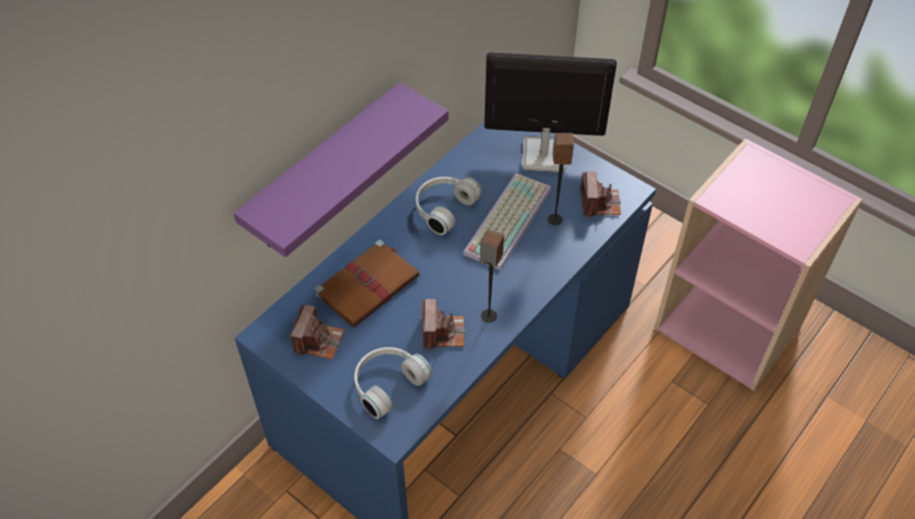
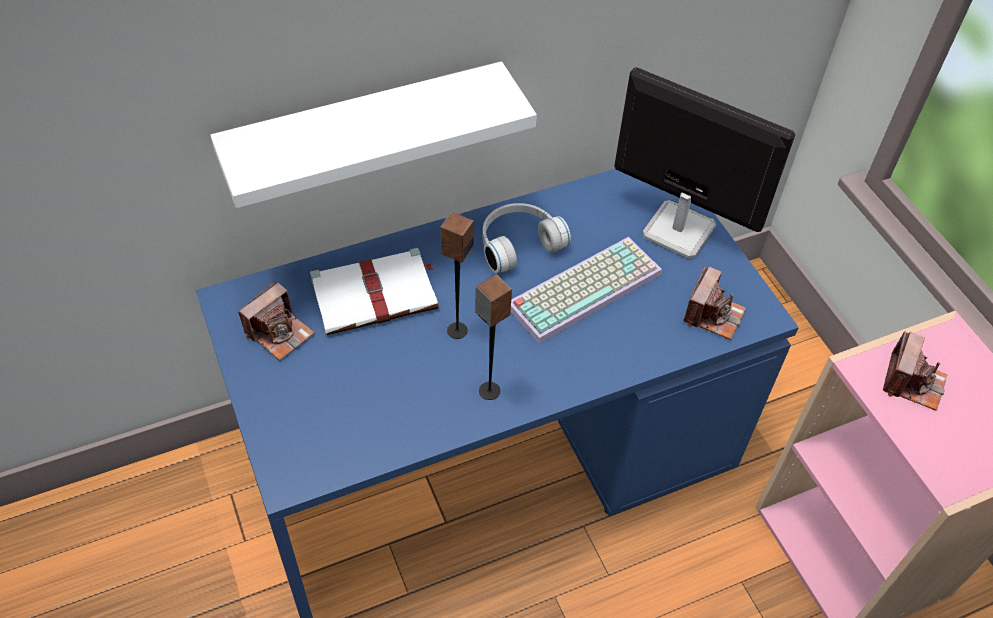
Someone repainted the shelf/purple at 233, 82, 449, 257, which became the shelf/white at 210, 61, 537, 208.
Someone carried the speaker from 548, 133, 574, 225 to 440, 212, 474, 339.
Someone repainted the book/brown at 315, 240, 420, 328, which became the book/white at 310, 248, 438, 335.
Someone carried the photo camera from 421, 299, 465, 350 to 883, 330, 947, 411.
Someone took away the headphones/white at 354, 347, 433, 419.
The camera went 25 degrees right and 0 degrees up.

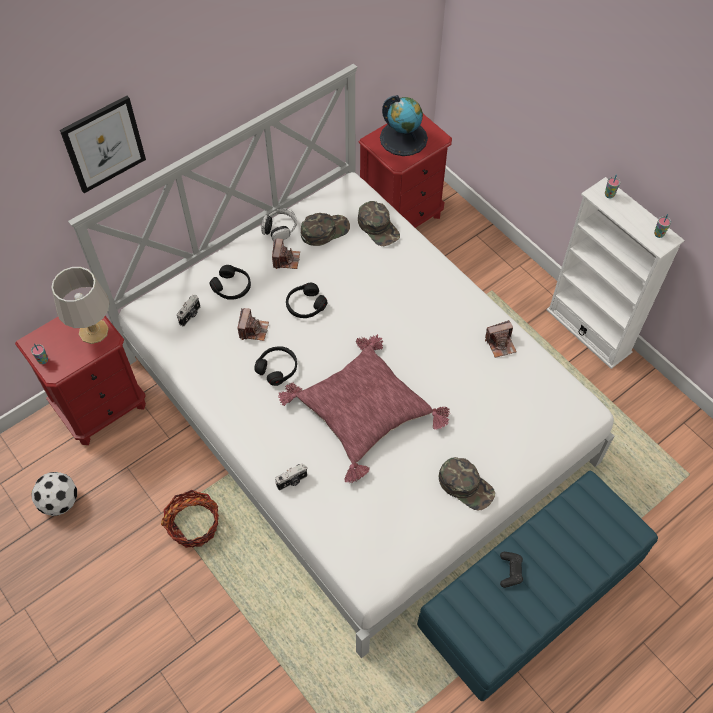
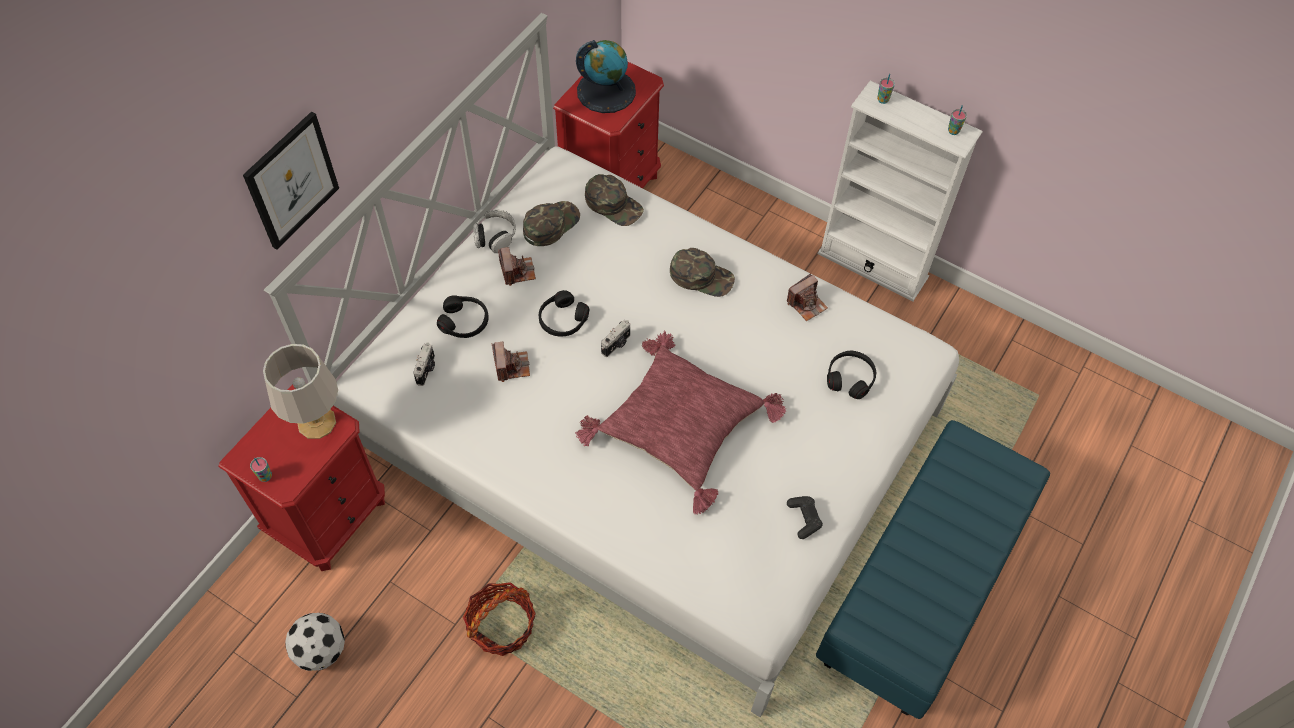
Someone carried the headphones/black from 254, 346, 297, 386 to 827, 351, 876, 399.
Someone carried the cap/green from 439, 457, 495, 510 to 670, 248, 735, 297.
Someone carried the photo camera from 275, 463, 307, 490 to 601, 320, 630, 357.
Someone carried the game controller/black from 500, 552, 523, 588 to 787, 496, 823, 539.
The camera went 20 degrees left and 0 degrees up.

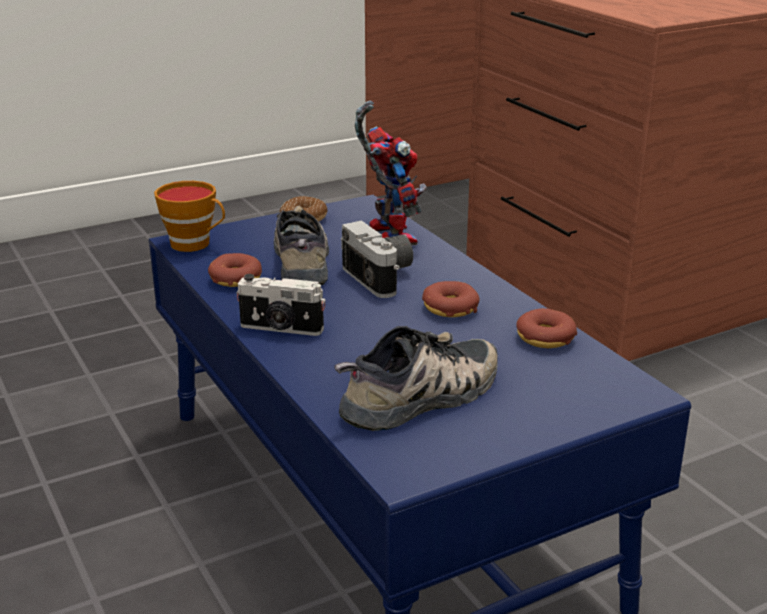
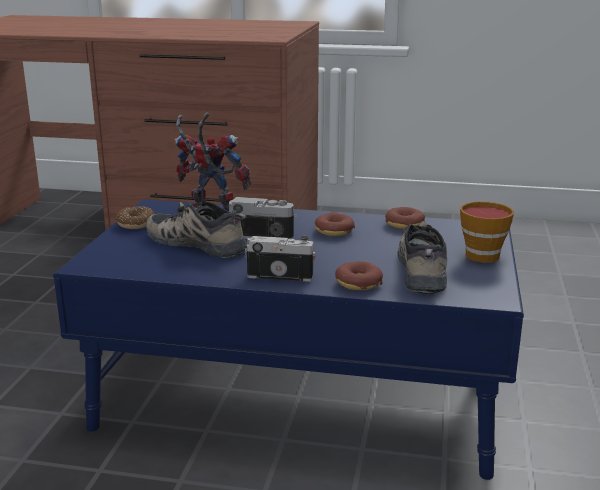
Someone carried the cup from 154, 181, 225, 252 to 460, 201, 514, 263.
Someone carried the donut from 208, 253, 262, 287 to 335, 261, 383, 290.
Someone rotated the photo camera at 236, 274, 326, 336 by 135 degrees counterclockwise.
The camera went 50 degrees left and 5 degrees down.

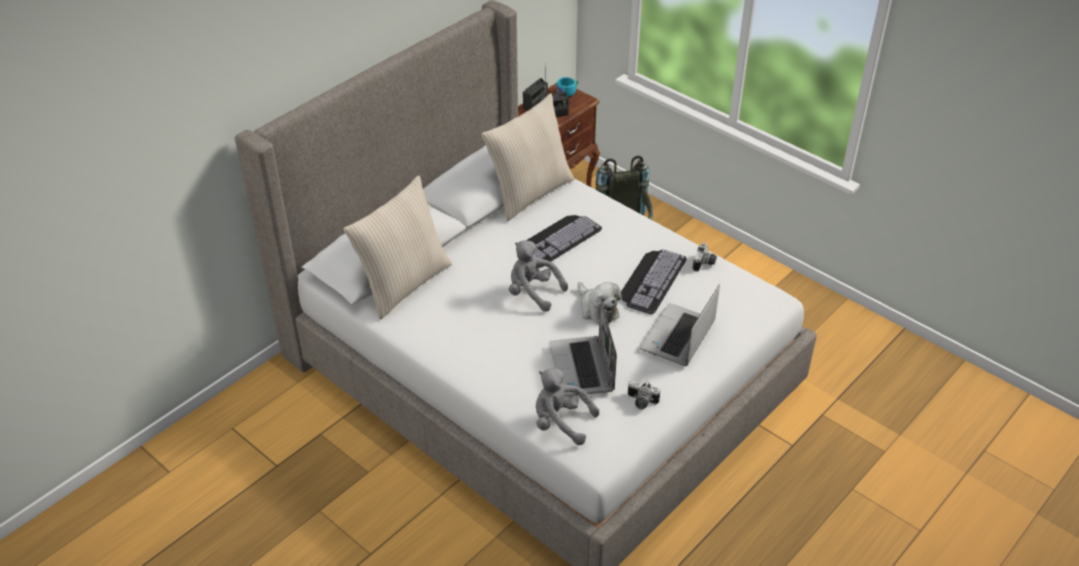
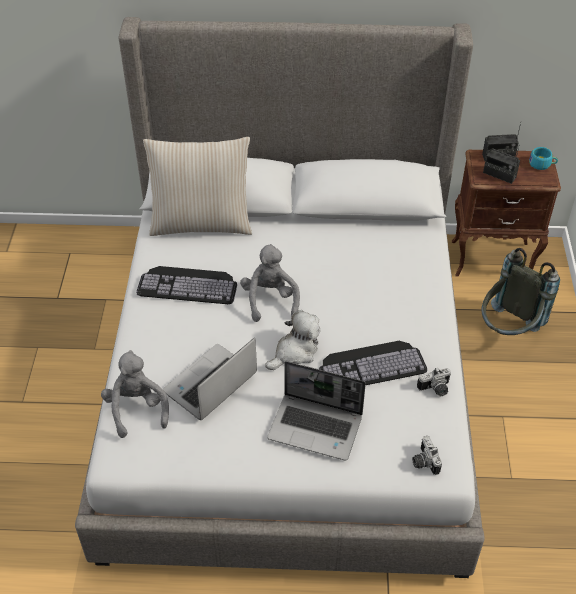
Someone took away the pillow/beige at 481, 94, 574, 221.
Someone carried the keyboard from 527, 215, 602, 268 to 136, 266, 237, 304.
Someone rotated the plush toy at 577, 282, 622, 324 by 150 degrees counterclockwise.
Someone rotated the laptop at 640, 284, 720, 366 by 150 degrees counterclockwise.
Someone carried the photo camera from 628, 380, 660, 409 to 412, 436, 442, 475.
The camera went 50 degrees right and 5 degrees up.

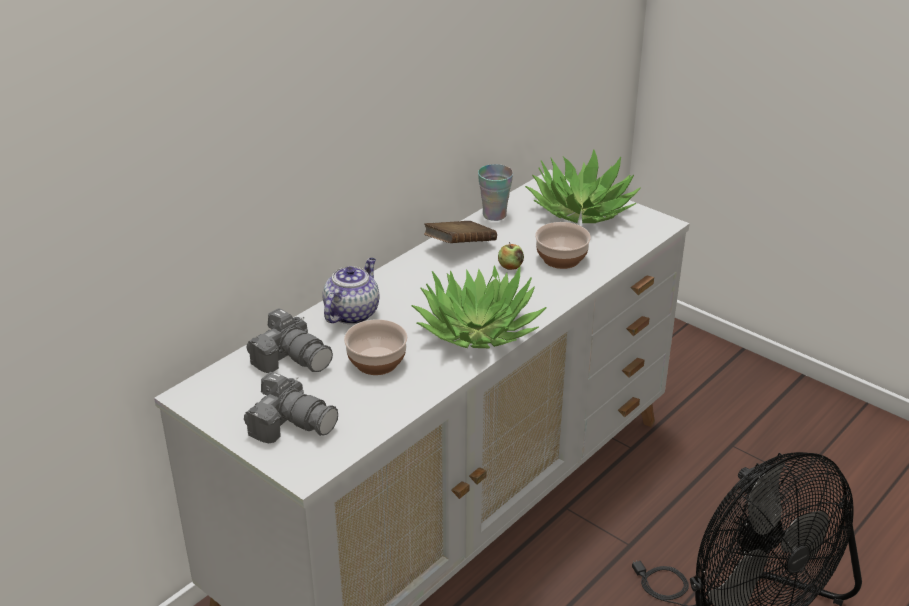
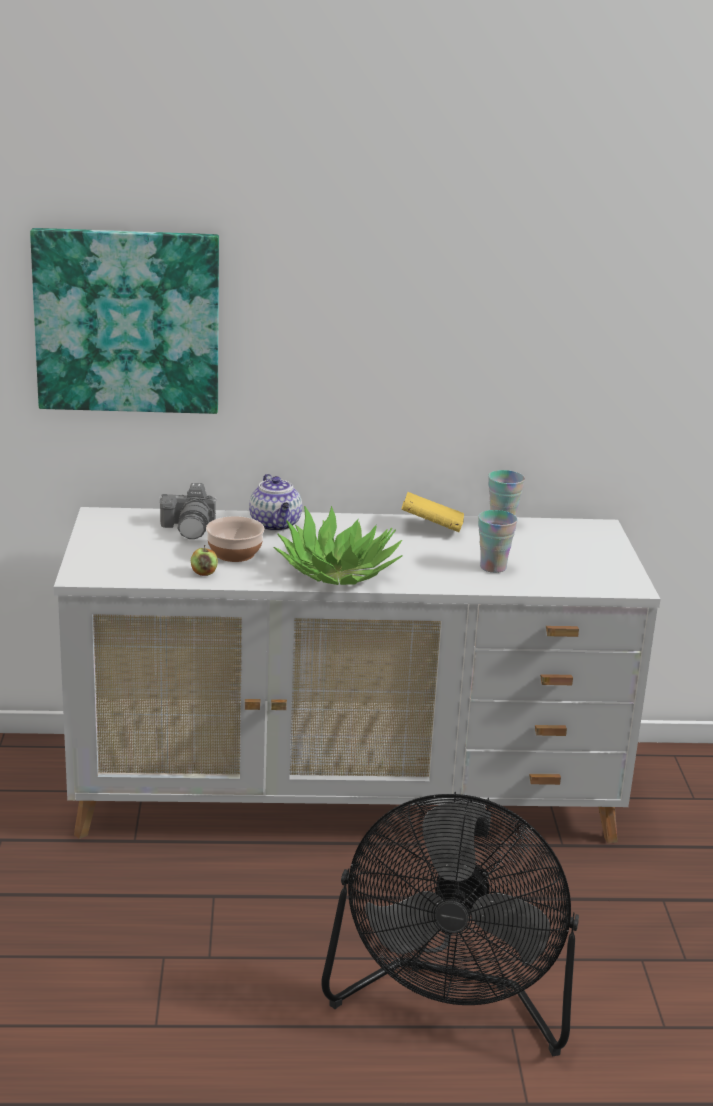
Someone took away the potted plant at 525, 149, 641, 223.
Someone repainted the book/brown at 424, 221, 497, 243, which became the book/yellow at 401, 492, 464, 532.
Someone swapped the bowl at 535, 222, 591, 269 for the cup at 478, 510, 518, 573.
Someone carried the apple from 498, 242, 524, 270 to 191, 545, 218, 576.
Someone rotated the teapot at 322, 258, 380, 324 by 90 degrees clockwise.
Someone took away the photo camera at 244, 372, 338, 443.
Someone put up the picture at 30, 228, 219, 414.
The camera went 45 degrees right and 10 degrees down.

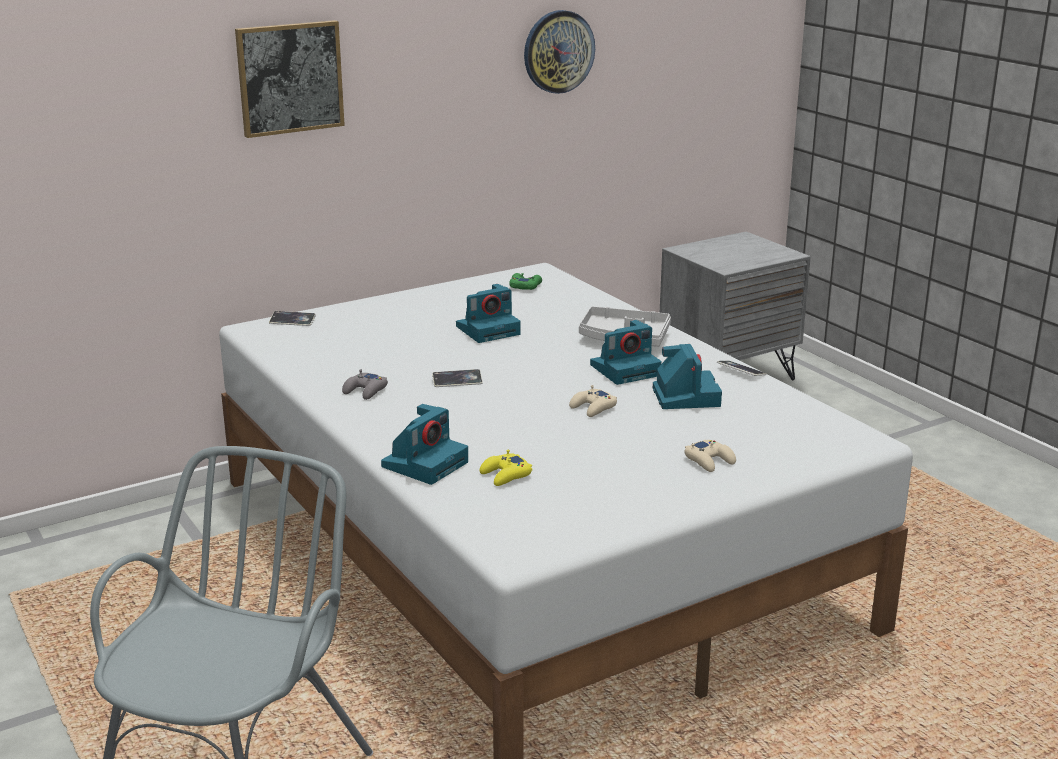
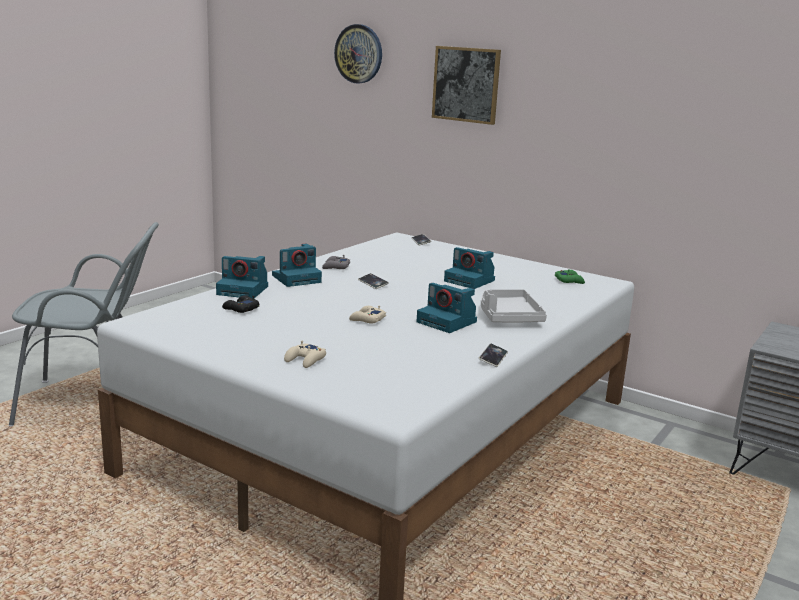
Someone carried the wall clock from 524, 10, 595, 94 to 334, 24, 382, 84.
Someone carried the photo camera from 653, 344, 722, 409 to 272, 244, 322, 287.
Someone repainted the game controller/yellow at 480, 450, 532, 486, which became the game controller/black at 222, 295, 259, 313.
The camera went 65 degrees right and 5 degrees down.

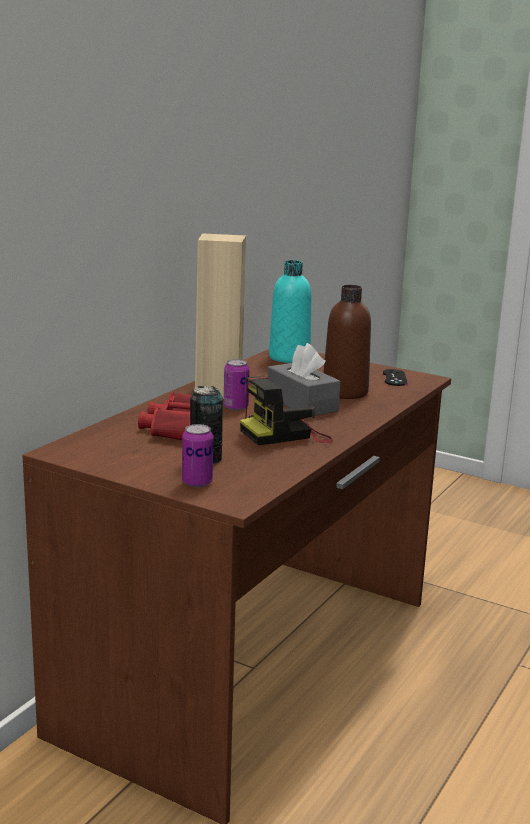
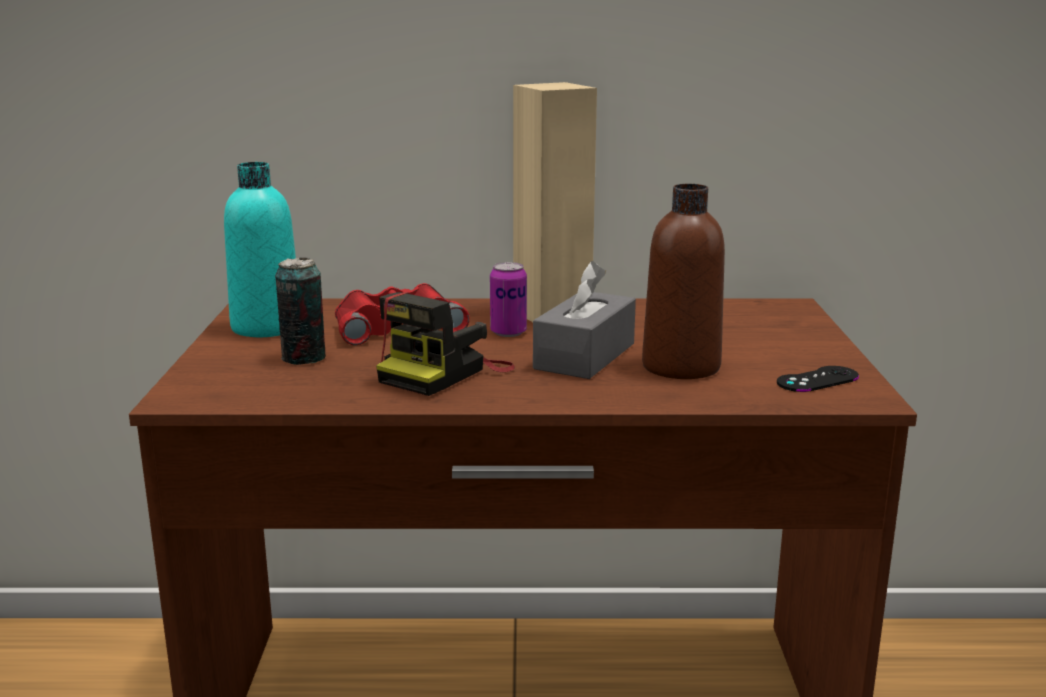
Someone carried the bottle/turquoise from 269, 260, 311, 363 to 224, 162, 296, 337.
Someone rotated the photo camera at 240, 376, 333, 445 by 90 degrees counterclockwise.
Someone took away the can at 182, 424, 213, 487.
The camera went 60 degrees right and 0 degrees up.

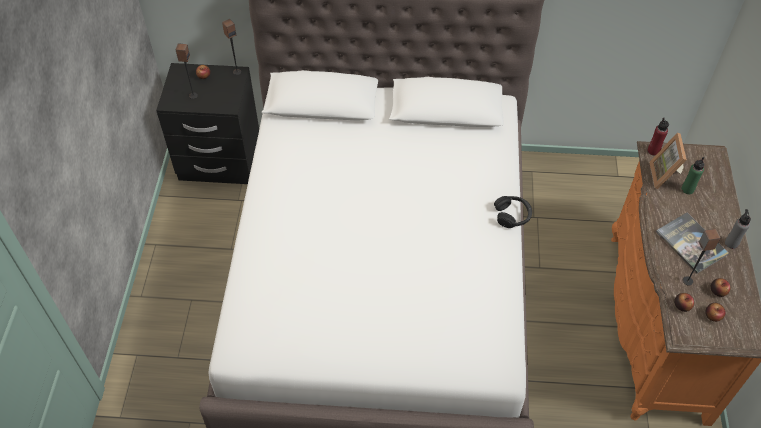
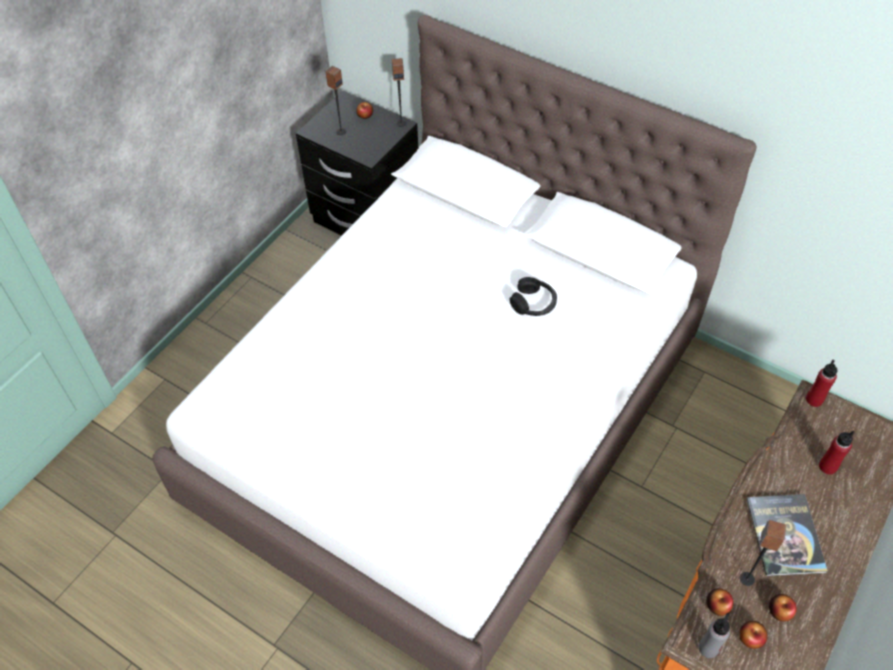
Someone took away the picture frame at 649, 133, 687, 189.
Someone repainted the bottle/green at 682, 157, 704, 194, which became the bottle/red at 819, 431, 854, 475.
Someone carried the headphones/black from 494, 196, 532, 228 to 509, 277, 557, 316.
Someone carried the bottle/grey from 725, 209, 751, 249 to 699, 613, 730, 658.
The camera went 30 degrees right and 0 degrees up.

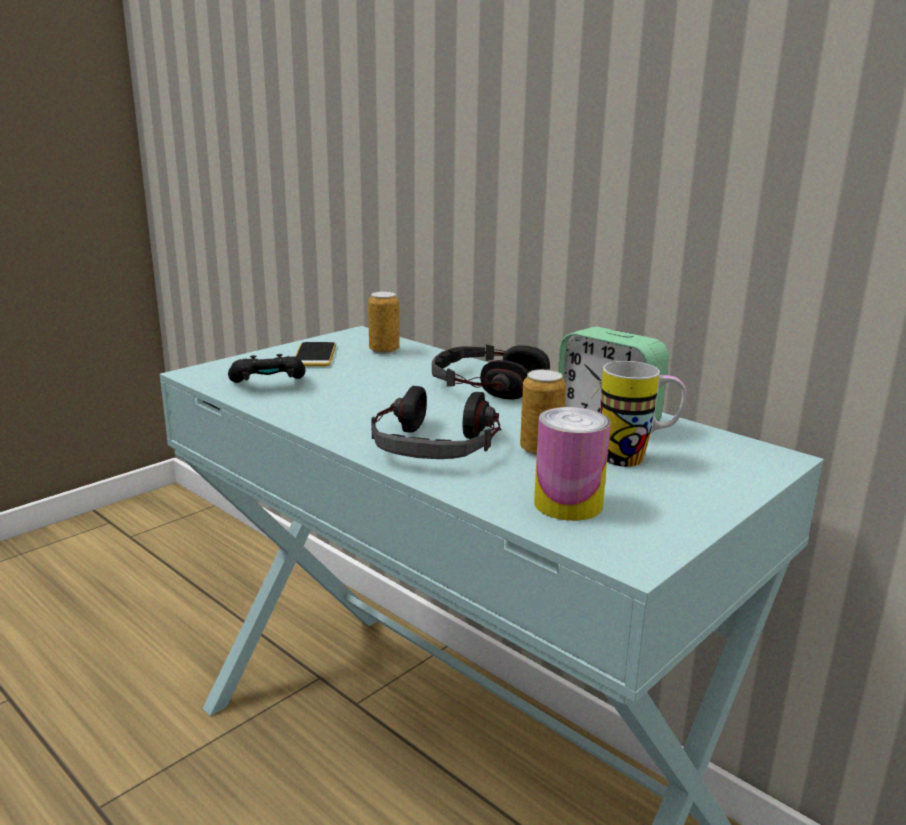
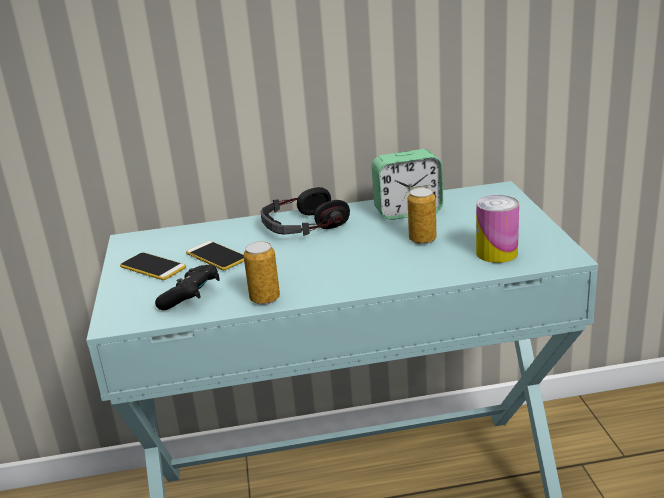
Someone carried the can from 368, 291, 400, 354 to 243, 241, 280, 305.
Someone took away the mug at 600, 361, 686, 467.
Someone took away the headphones at 371, 386, 502, 459.
Someone put down the phone at 186, 241, 244, 270.
The camera went 50 degrees left and 5 degrees up.

